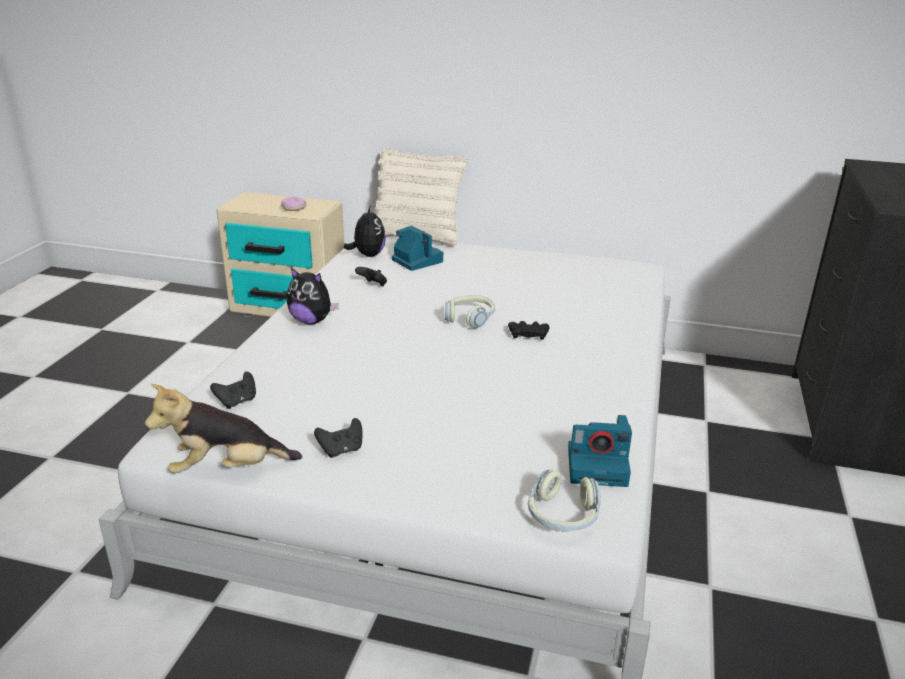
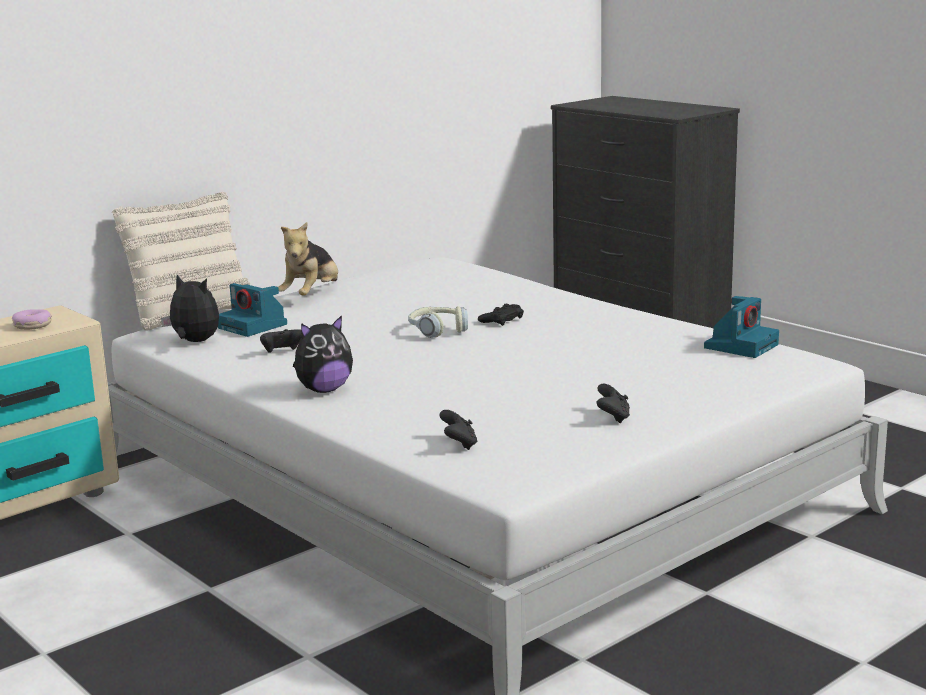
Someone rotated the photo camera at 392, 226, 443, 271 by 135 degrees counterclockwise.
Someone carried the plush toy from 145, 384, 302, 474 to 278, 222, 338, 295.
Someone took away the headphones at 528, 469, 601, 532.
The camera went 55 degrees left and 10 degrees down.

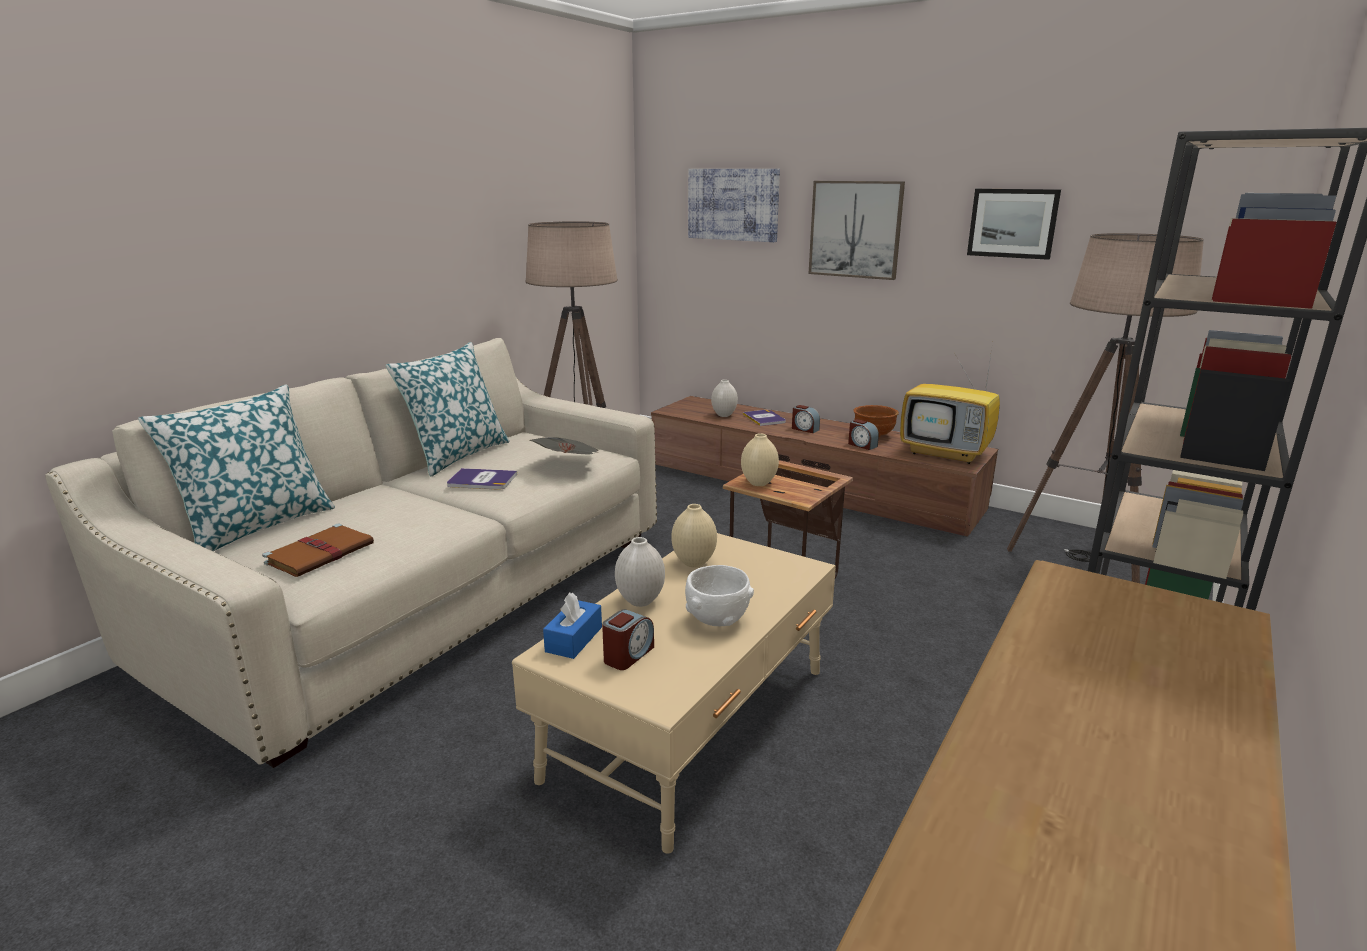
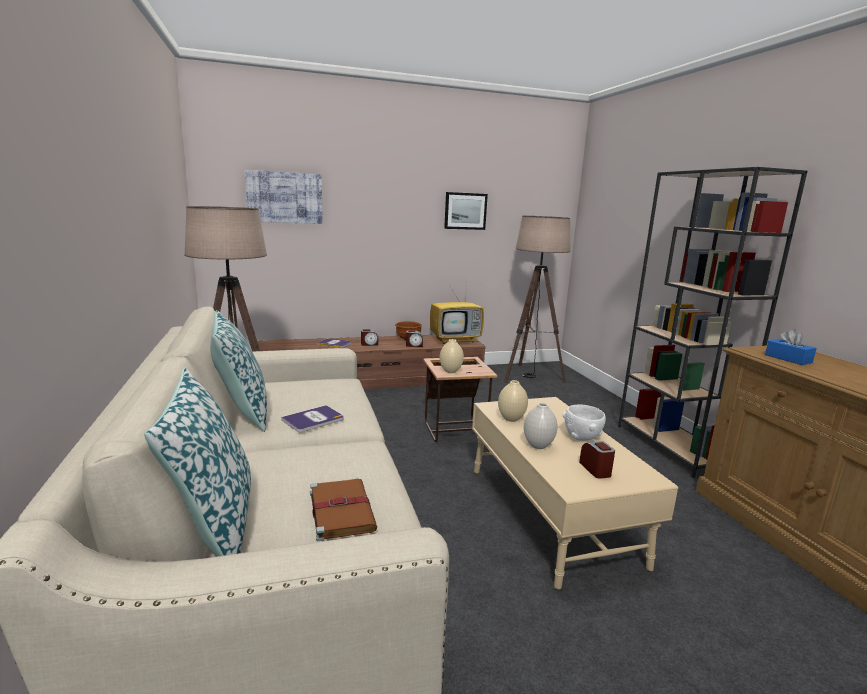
Someone took away the picture at 808, 181, 905, 280.
Someone took away the vase/white at 711, 380, 738, 417.
Someone took away the newspaper at 529, 437, 599, 455.
Someone carried the tissue box/blue from 543, 593, 602, 659 to 765, 329, 817, 365.
The camera went 50 degrees left and 5 degrees down.

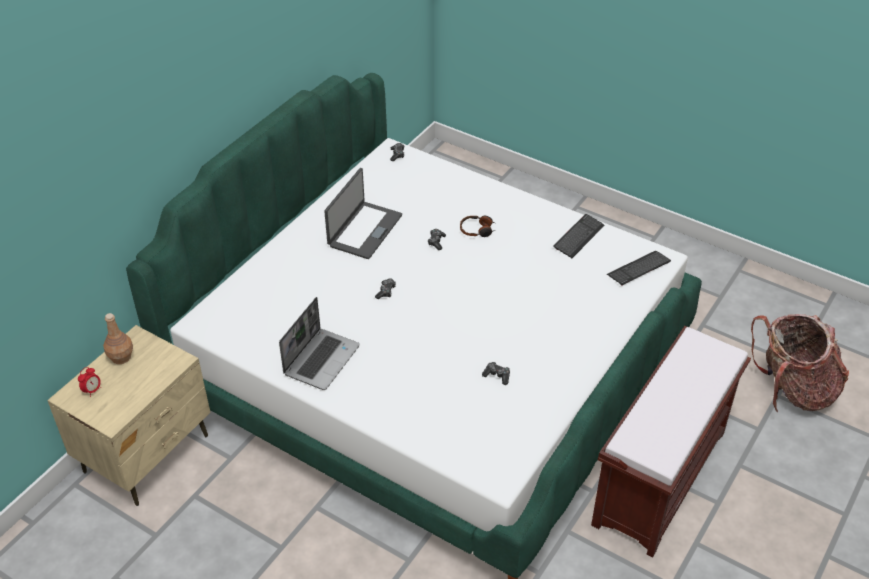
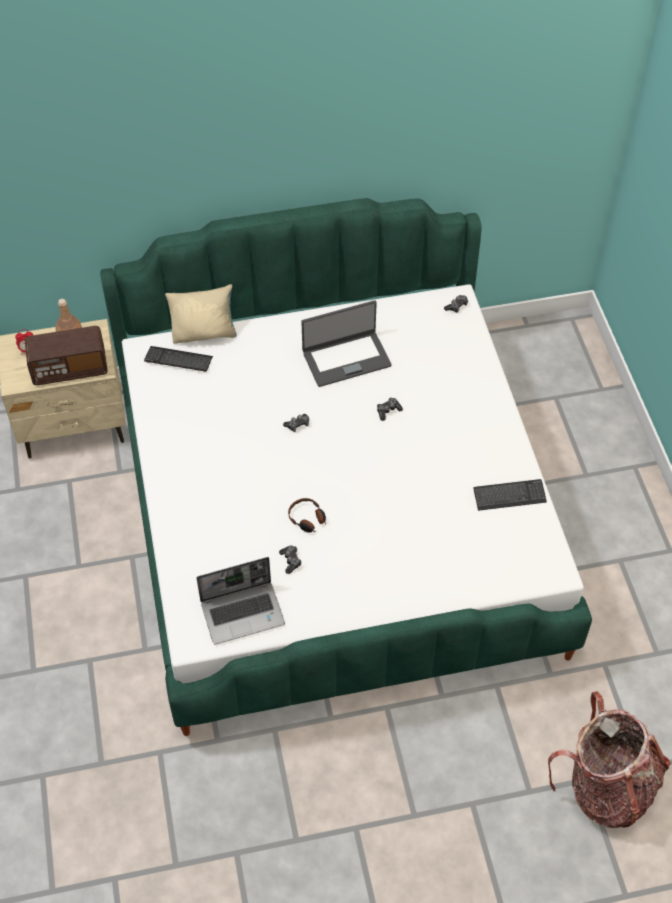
Someone carried the headphones from 460, 216, 495, 237 to 288, 498, 326, 533.
Someone carried the keyboard from 607, 251, 671, 286 to 144, 346, 213, 372.
Someone carried the laptop from 279, 297, 360, 390 to 197, 557, 285, 645.
Someone took away the bench/brown at 591, 326, 751, 558.
Someone put down the pillow/beige at 165, 284, 237, 344.
Someone put down the radio at 25, 326, 108, 385.
The camera went 45 degrees right and 10 degrees up.

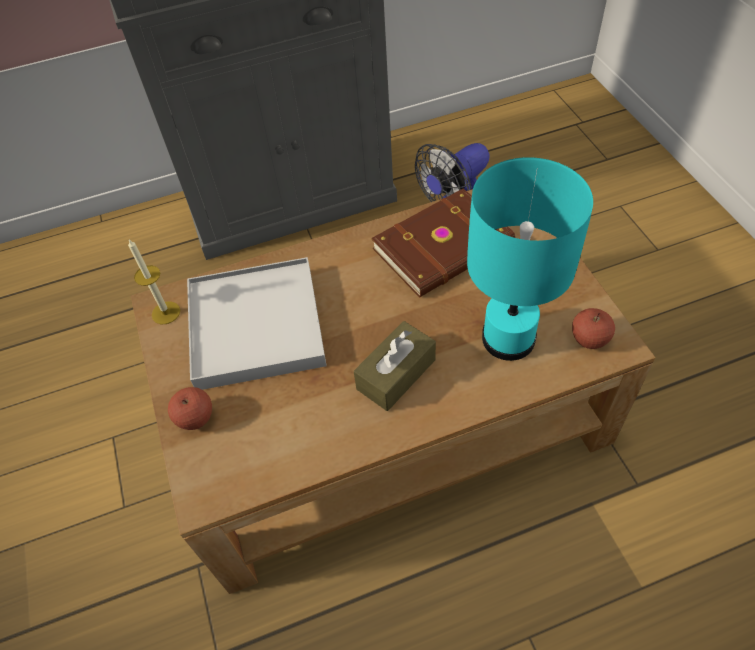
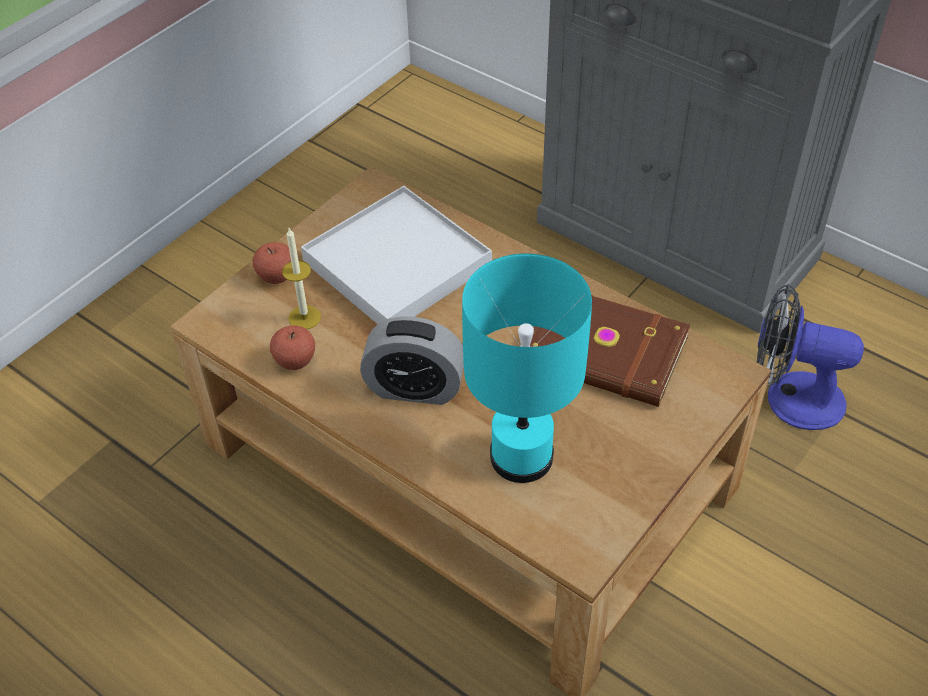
Someone carried the candle from 128, 240, 180, 324 to 282, 228, 321, 329.
Someone carried the apple from 572, 308, 615, 349 to 270, 325, 315, 370.
Someone swapped the tissue box/brown at 354, 321, 436, 411 for the alarm clock at 360, 316, 464, 405.
The camera went 55 degrees right and 5 degrees down.

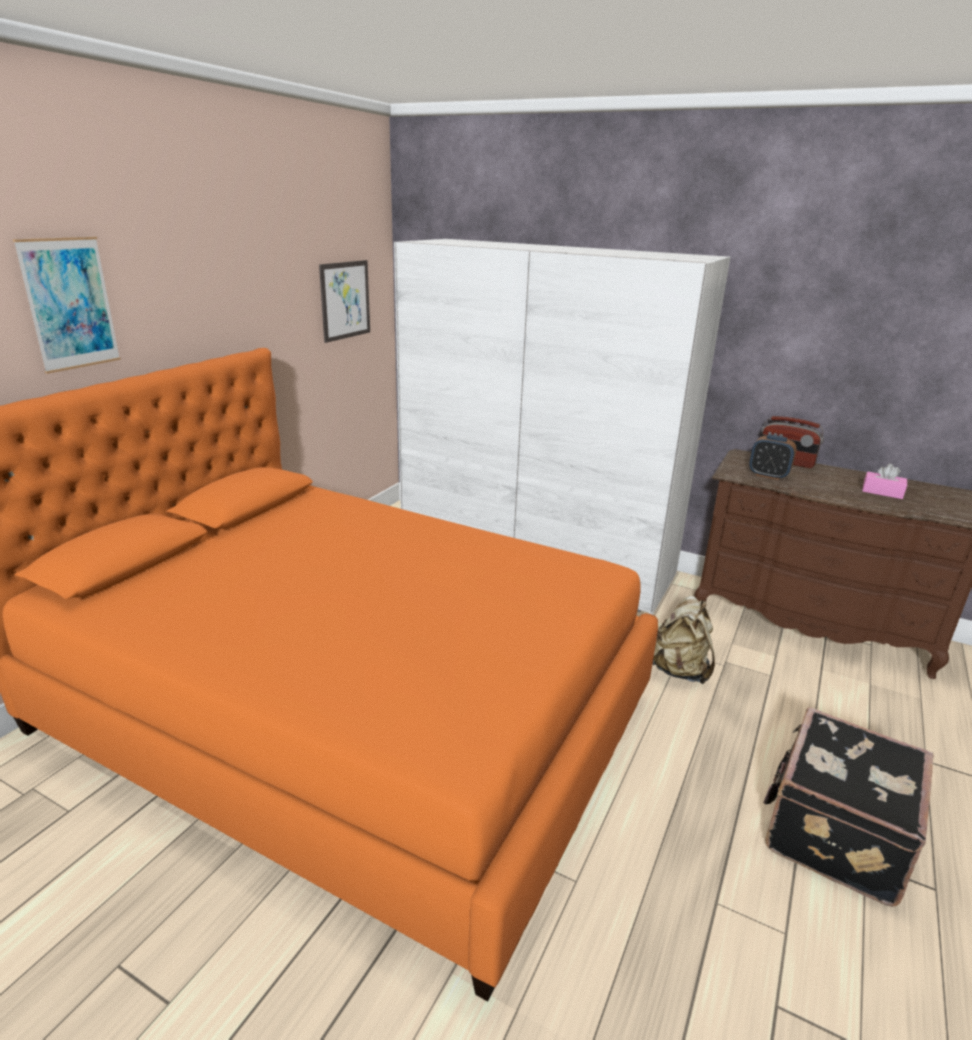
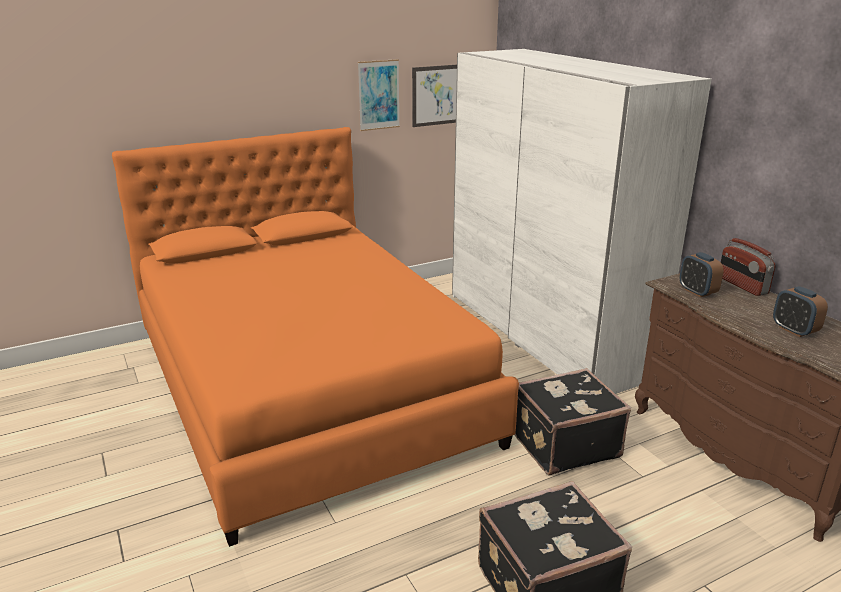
Someone carried the picture from 13, 237, 121, 374 to 358, 59, 400, 131.
Someone swapped the tissue box/pink at 862, 464, 907, 499 for the alarm clock at 773, 286, 828, 337.
Someone swapped the backpack/beige at 653, 596, 715, 684 for the suitcase/black at 514, 368, 631, 475.
The camera went 35 degrees right and 0 degrees up.

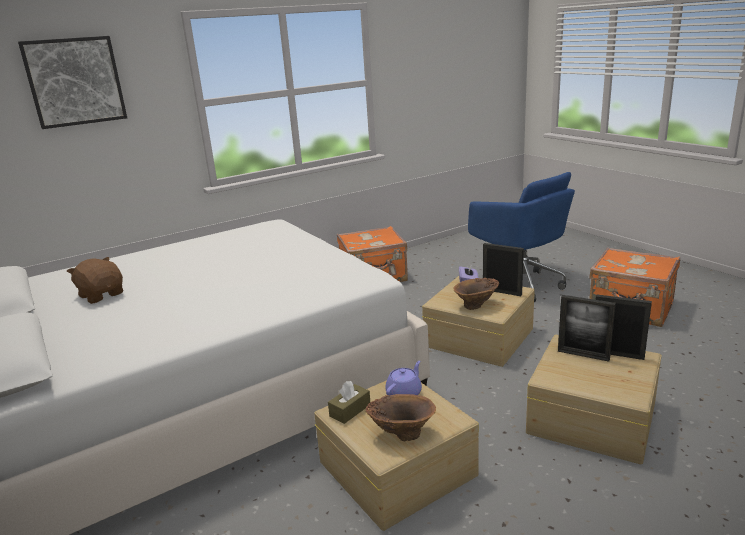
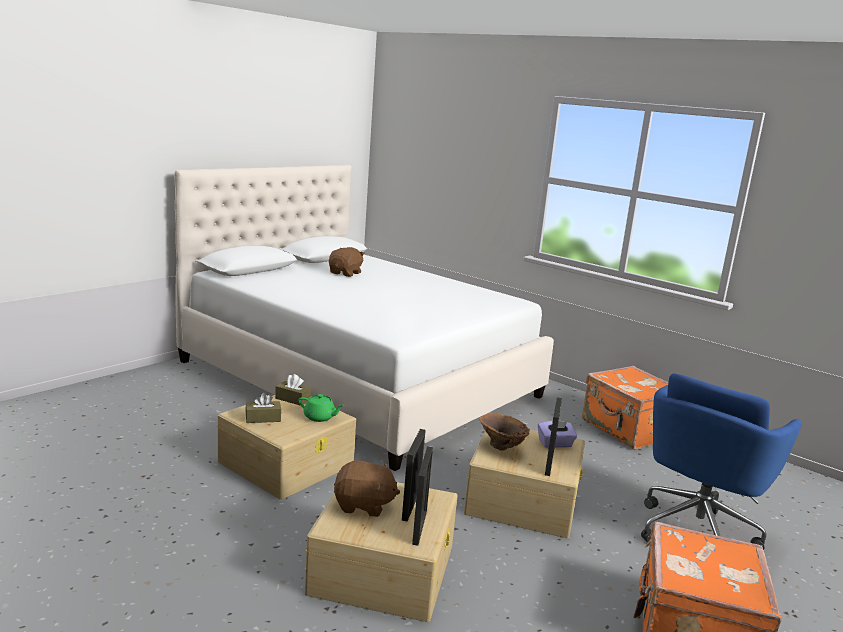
Someone took away the picture at 18, 36, 127, 129.
Someone repainted the teapot/purple at 385, 361, 422, 396, which became the teapot/green at 299, 394, 344, 422.
Someone swapped the vase/brown at 366, 394, 436, 441 for the tissue box/brown at 245, 393, 281, 423.
Someone put down the plush toy/brown at 334, 460, 400, 517.
The camera went 70 degrees right and 5 degrees down.

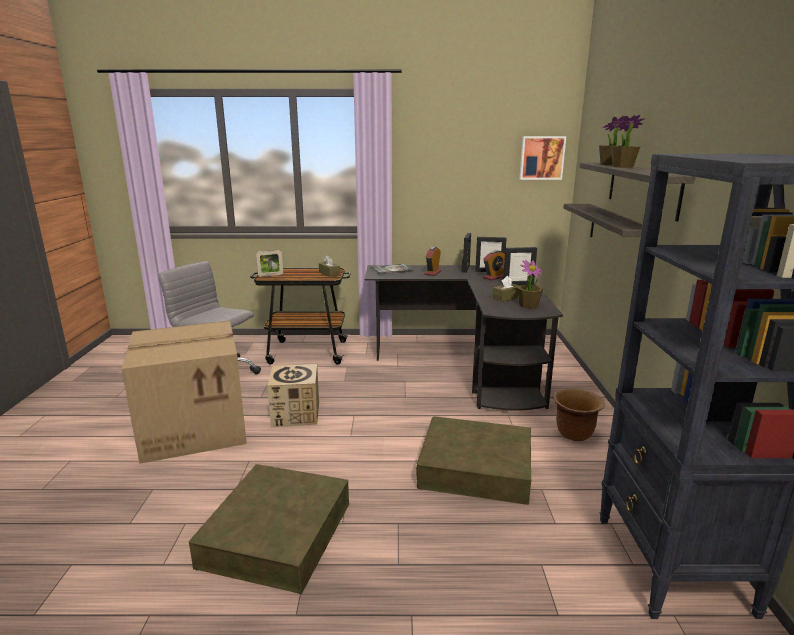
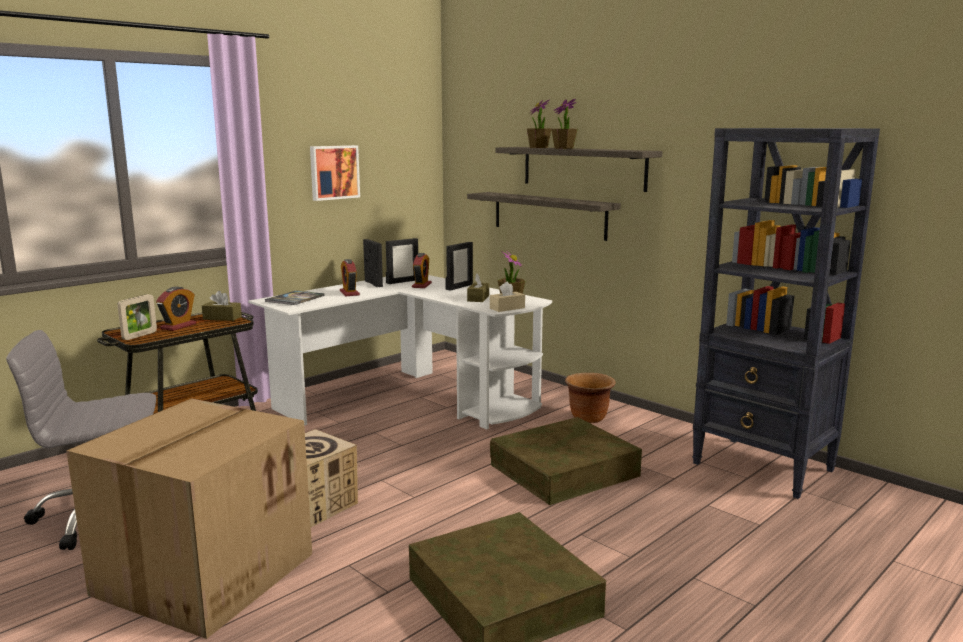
Someone carried the picture from 519, 136, 566, 180 to 310, 145, 360, 201.
Someone repainted the desk/black at 365, 265, 563, 411, which became the desk/white at 248, 275, 552, 429.
Someone put down the tissue box/beige at 490, 281, 525, 312.
Someone put down the alarm clock at 156, 287, 196, 331.
The camera went 45 degrees left and 5 degrees down.

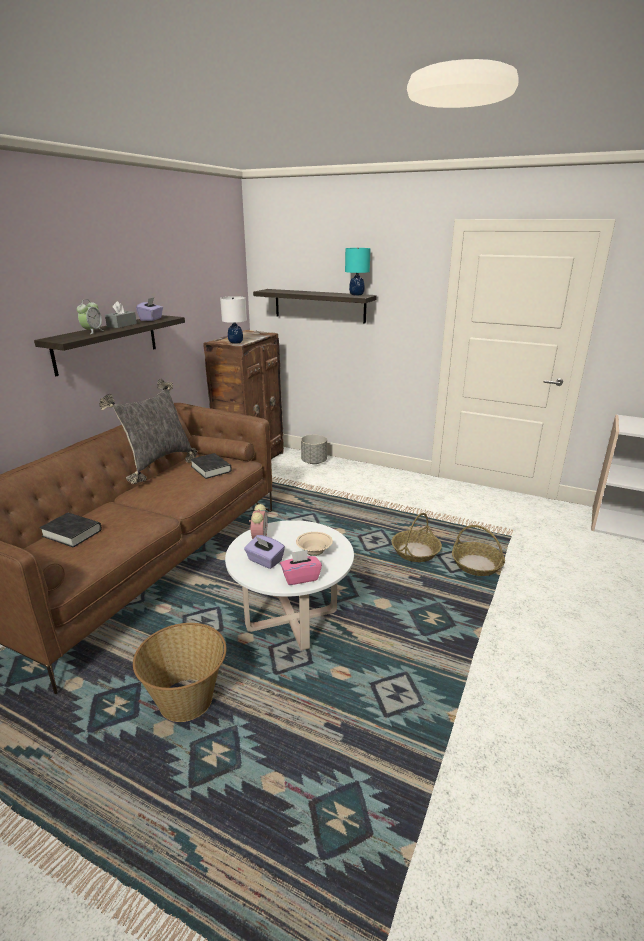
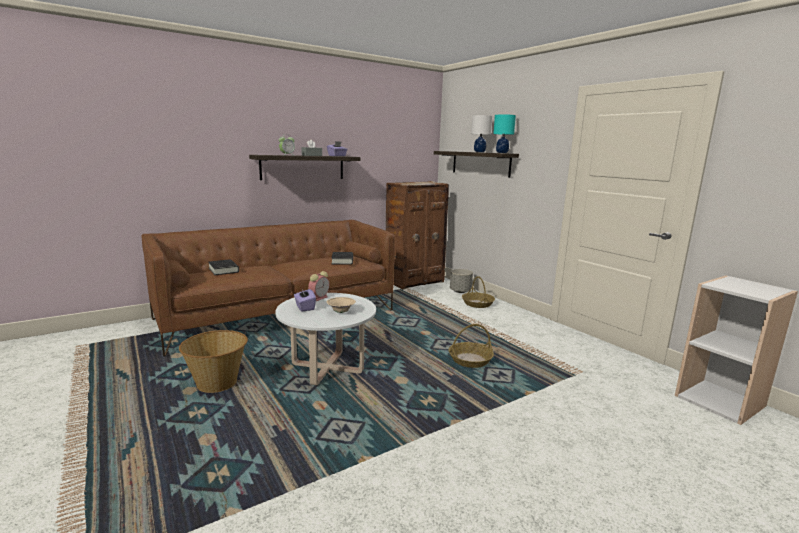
Someone carried the table lamp/white from 220, 296, 247, 344 to 471, 115, 492, 152.
Someone took away the pillow at 99, 379, 199, 484.
Someone carried the basket from 452, 525, 505, 576 to 462, 276, 495, 308.
Someone took away the tissue box/pink at 280, 550, 322, 585.
The camera went 30 degrees right and 10 degrees down.

